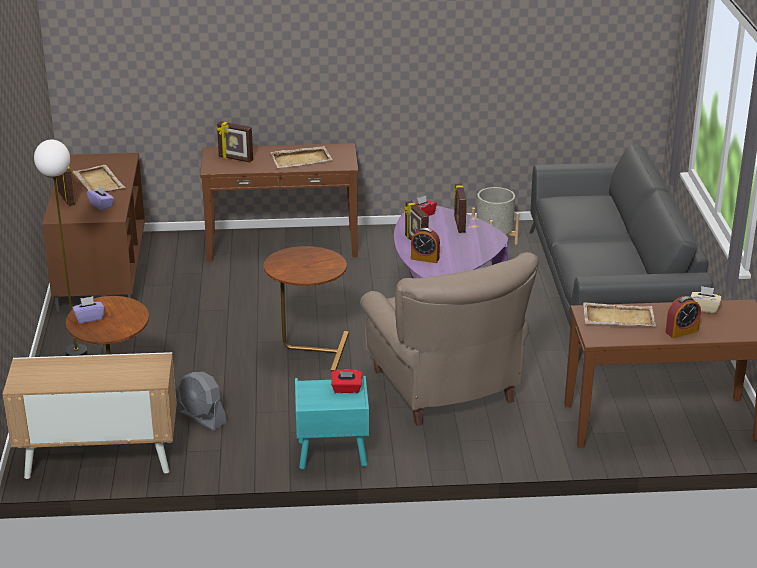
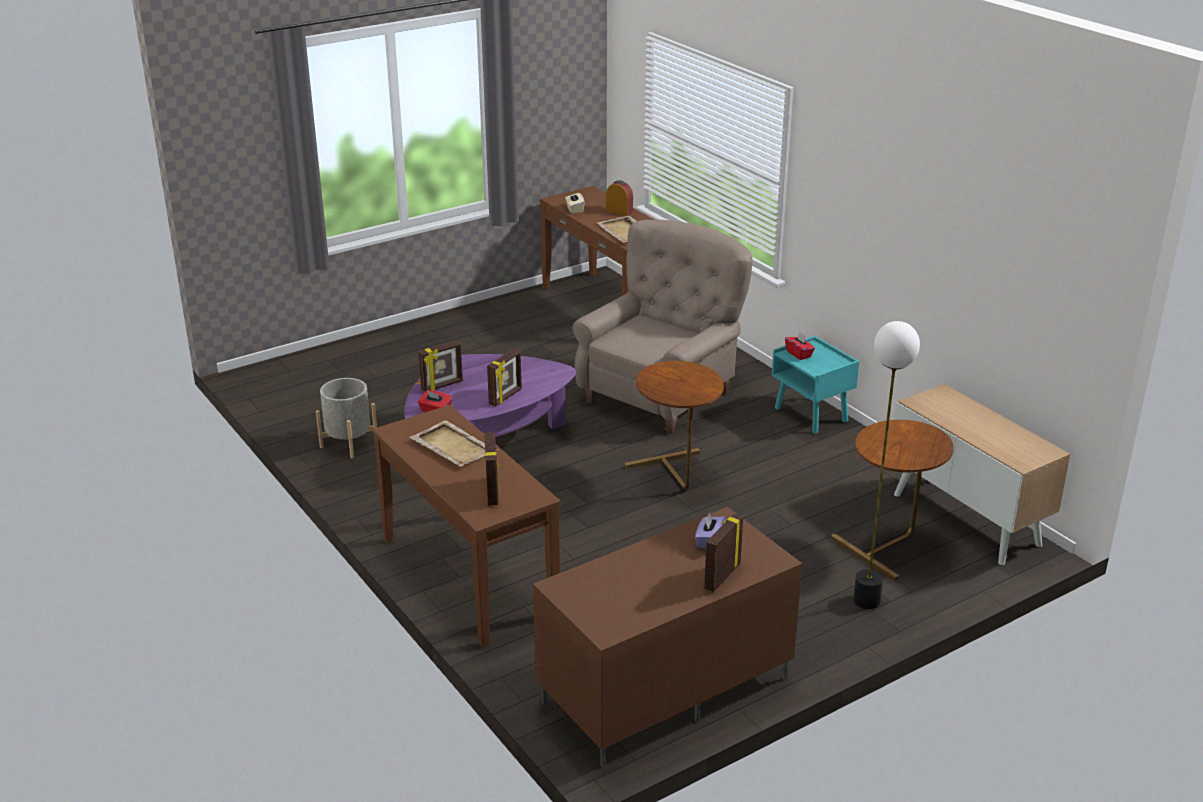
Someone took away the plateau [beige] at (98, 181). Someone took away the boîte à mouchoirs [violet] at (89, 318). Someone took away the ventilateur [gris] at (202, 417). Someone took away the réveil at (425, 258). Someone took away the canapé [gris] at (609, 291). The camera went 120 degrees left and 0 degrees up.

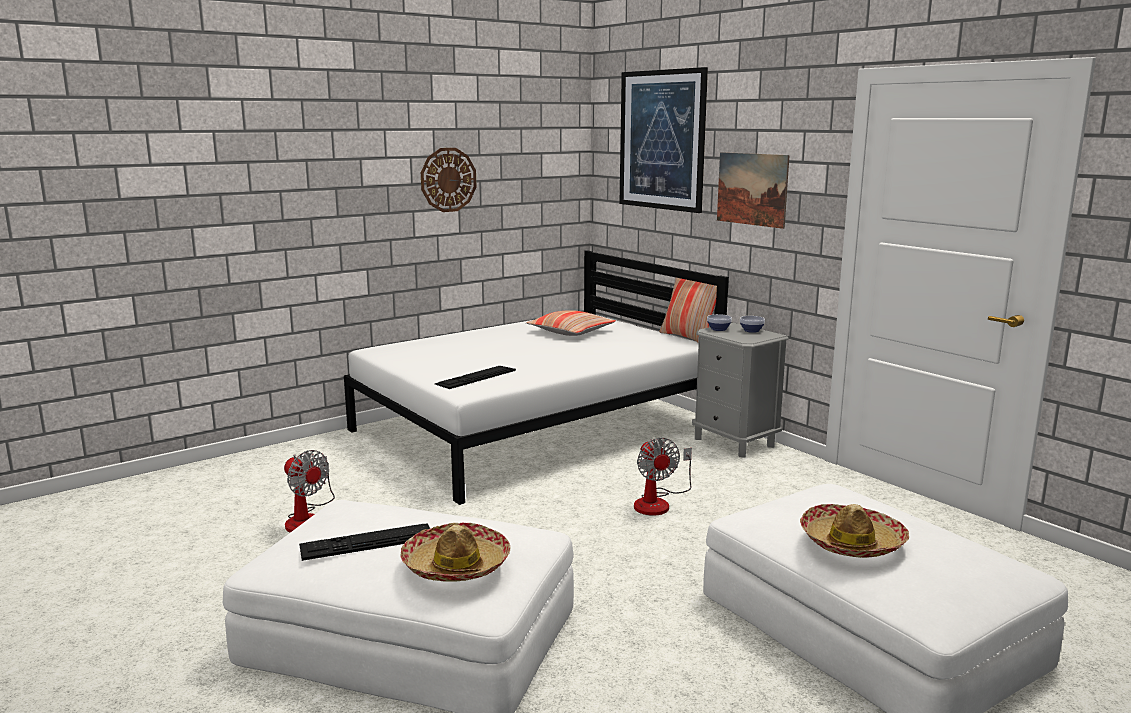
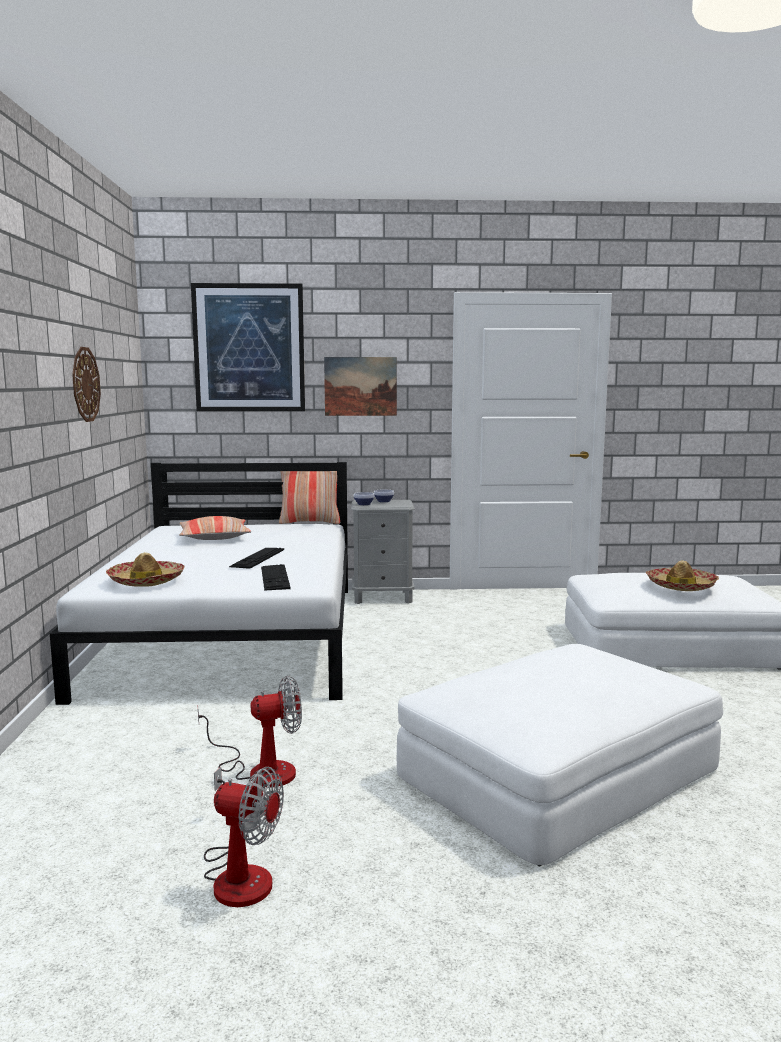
Someone carried the clavier from (367, 541) to (257, 558). Someone carried the chapeau from (456, 565) to (146, 581). Someone carried the ventilateur from (658, 502) to (239, 873). The camera went 55 degrees left and 5 degrees down.

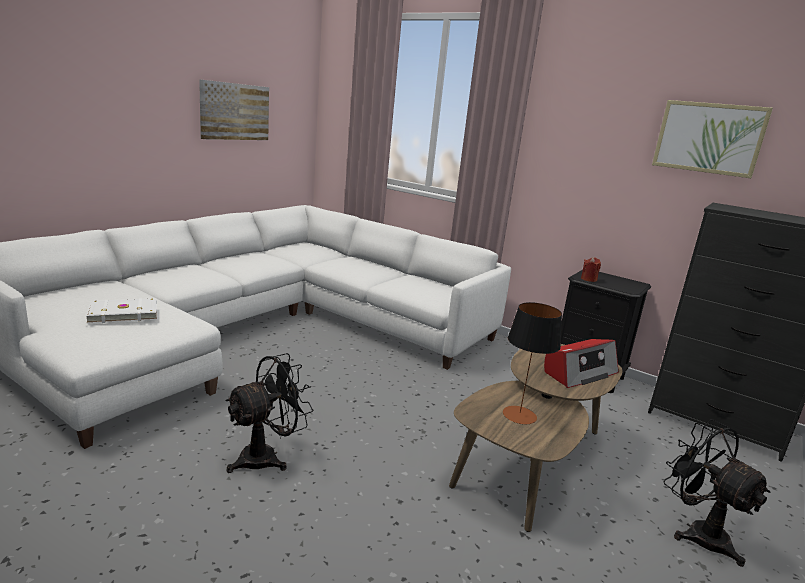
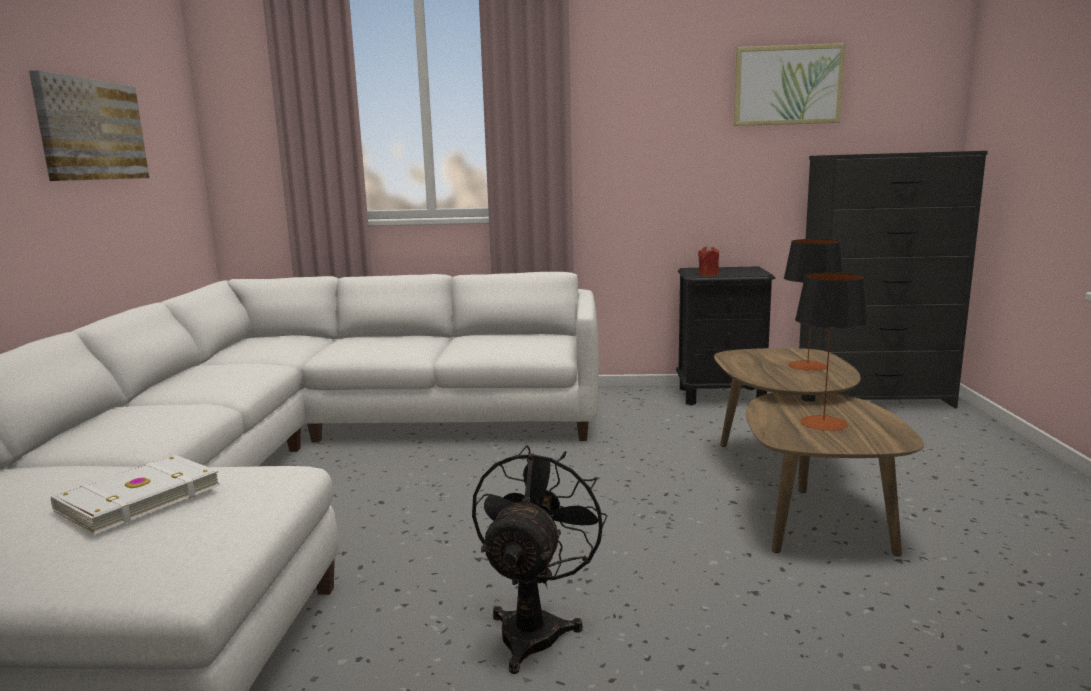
Someone took away the ventilateur [noir] at (697, 532). Someone swapped the radio at (579, 372) for the lampe de table at (807, 366). The camera went 30 degrees left and 5 degrees down.

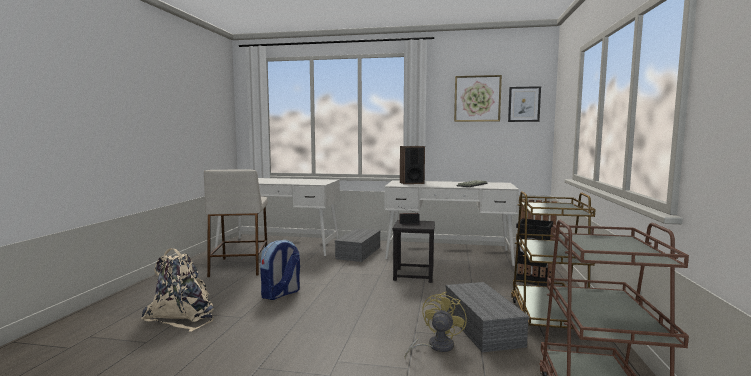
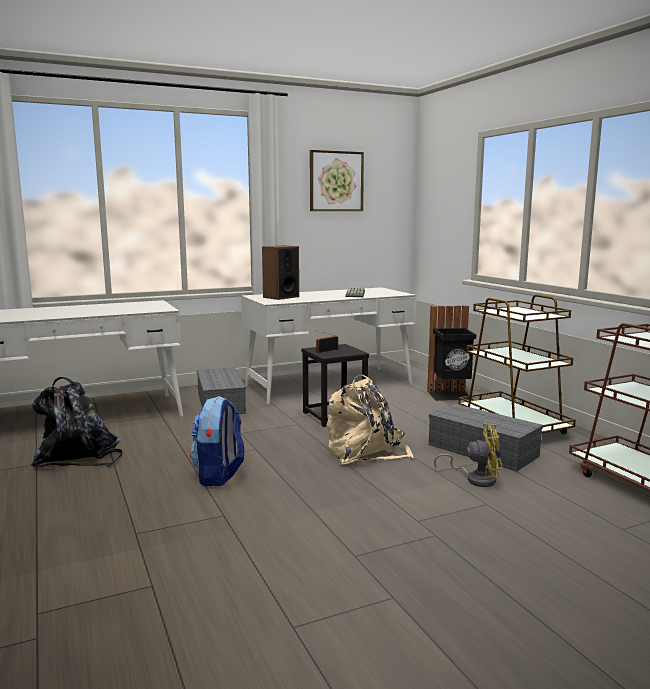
Someone took away the tableau at (524, 104). Someone carried the sac à dos [beige] from (183, 316) to (366, 452). Someone swapped the tabouret [beige] at (239, 266) for the sac à dos [noir] at (78, 456). Someone rotated the ventilateur [jaune] at (435, 347) by 105 degrees clockwise. The camera went 35 degrees left and 5 degrees up.

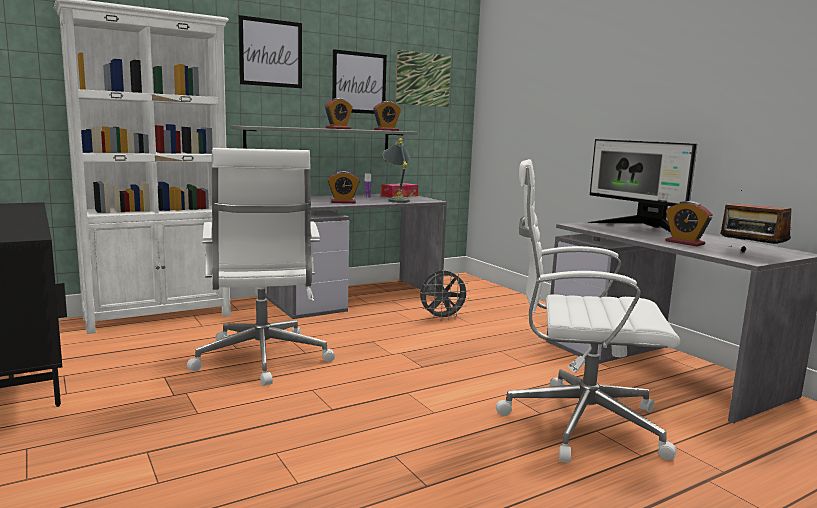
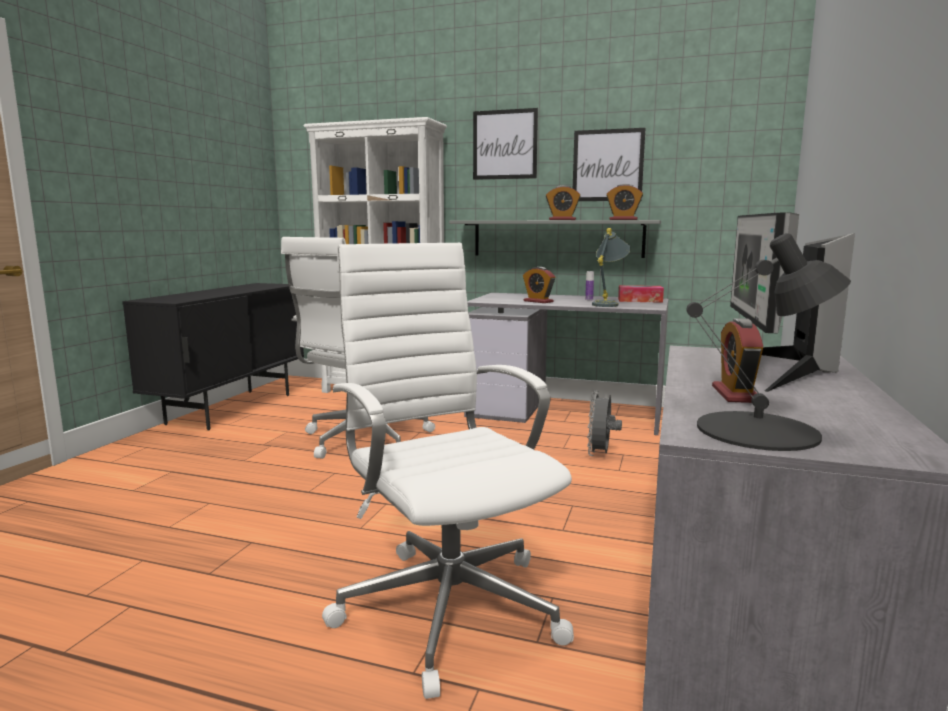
Someone took away the tableau at (423, 79). Someone swapped the radio at (750, 255) for the lampe de table [noir] at (759, 431). Someone rotated the ventilateur [gris] at (442, 318) by 75 degrees clockwise. The camera went 50 degrees right and 0 degrees up.

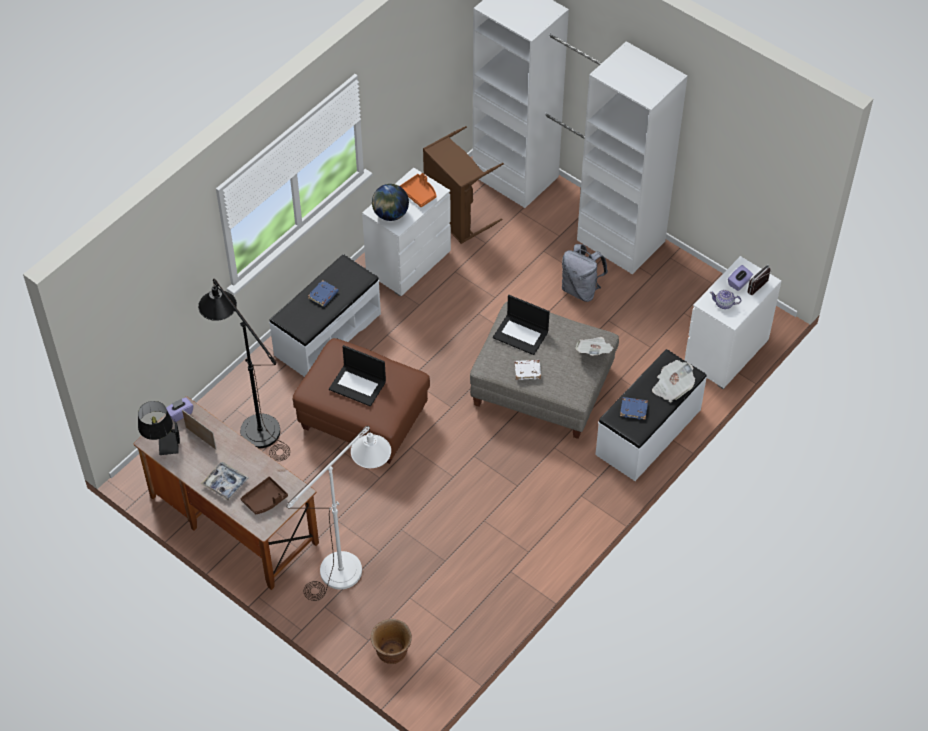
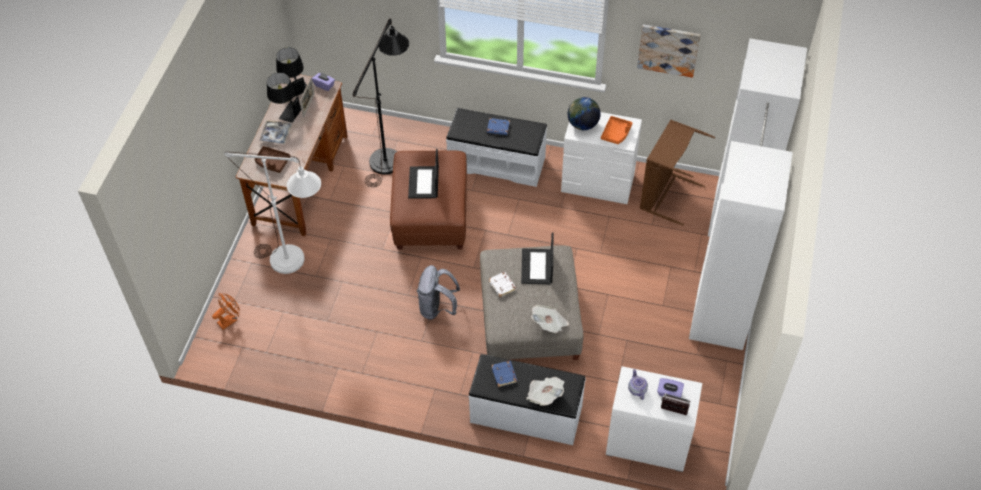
Someone put down the lampe de table [noir] at (286, 111). Someone put up the tableau at (668, 49). Someone carried the sac à dos [gris] from (581, 289) to (437, 308). Someone swapped the cache-pot [marron] at (391, 652) for the ventilateur [orange] at (229, 320). The camera went 65 degrees right and 0 degrees up.

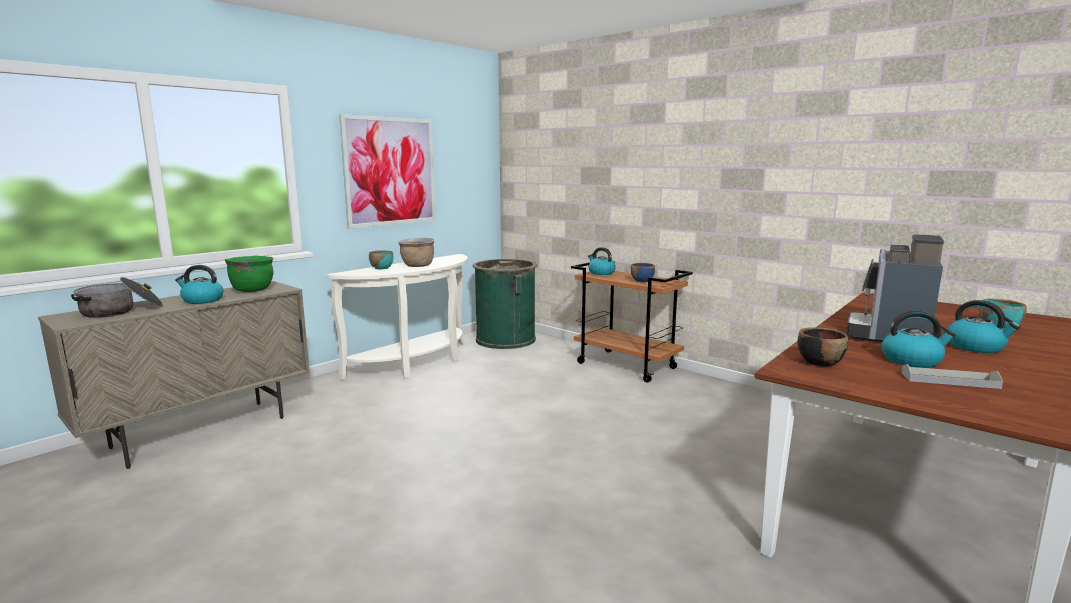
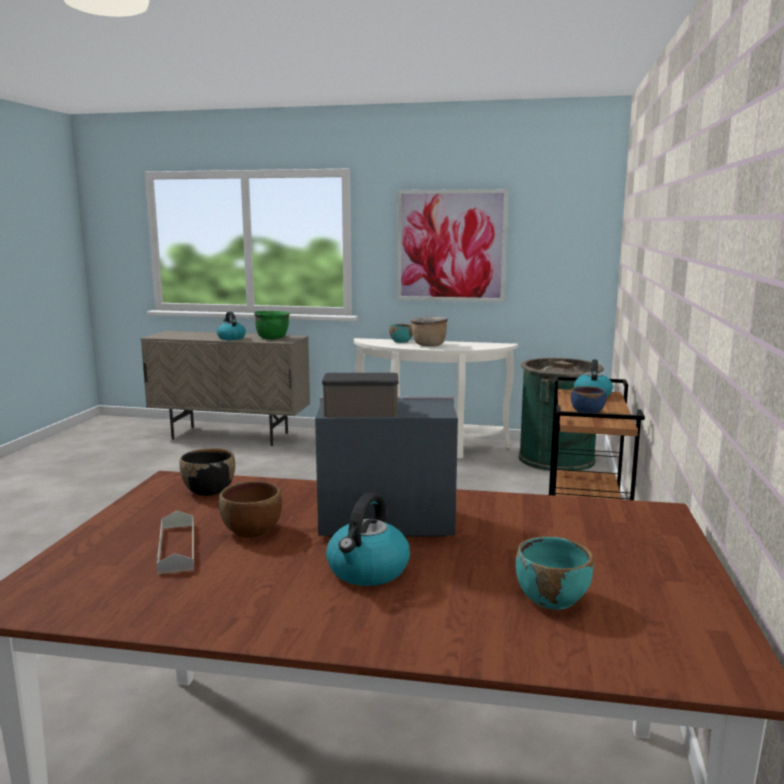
Someone took away the marmite at (121, 311). Someone swapped the bouilloire at (912, 360) for the bol [marron] at (252, 530). The camera went 60 degrees right and 0 degrees up.

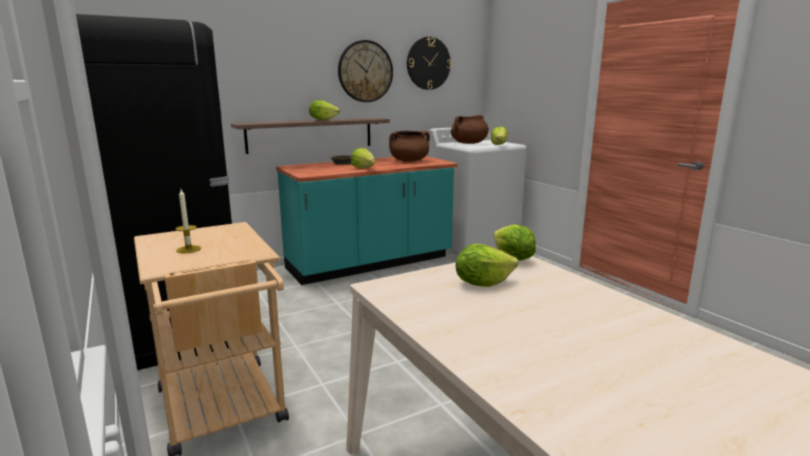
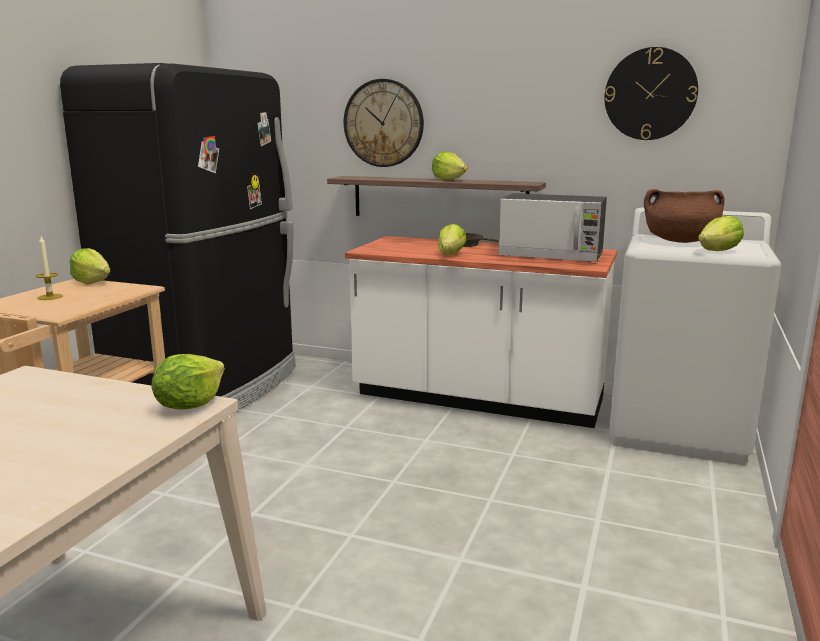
Someone carried the horloge murale from (365, 71) to (383, 123). Someone carried the laitue from (482, 283) to (92, 282). Someone swapped the marmite [marron] at (409, 161) for the micro-ondes at (551, 255). Someone repainted the comptoir de cuisine [turquoise] at (370, 263), which became the comptoir de cuisine [blanc] at (477, 399). The camera went 50 degrees right and 0 degrees up.

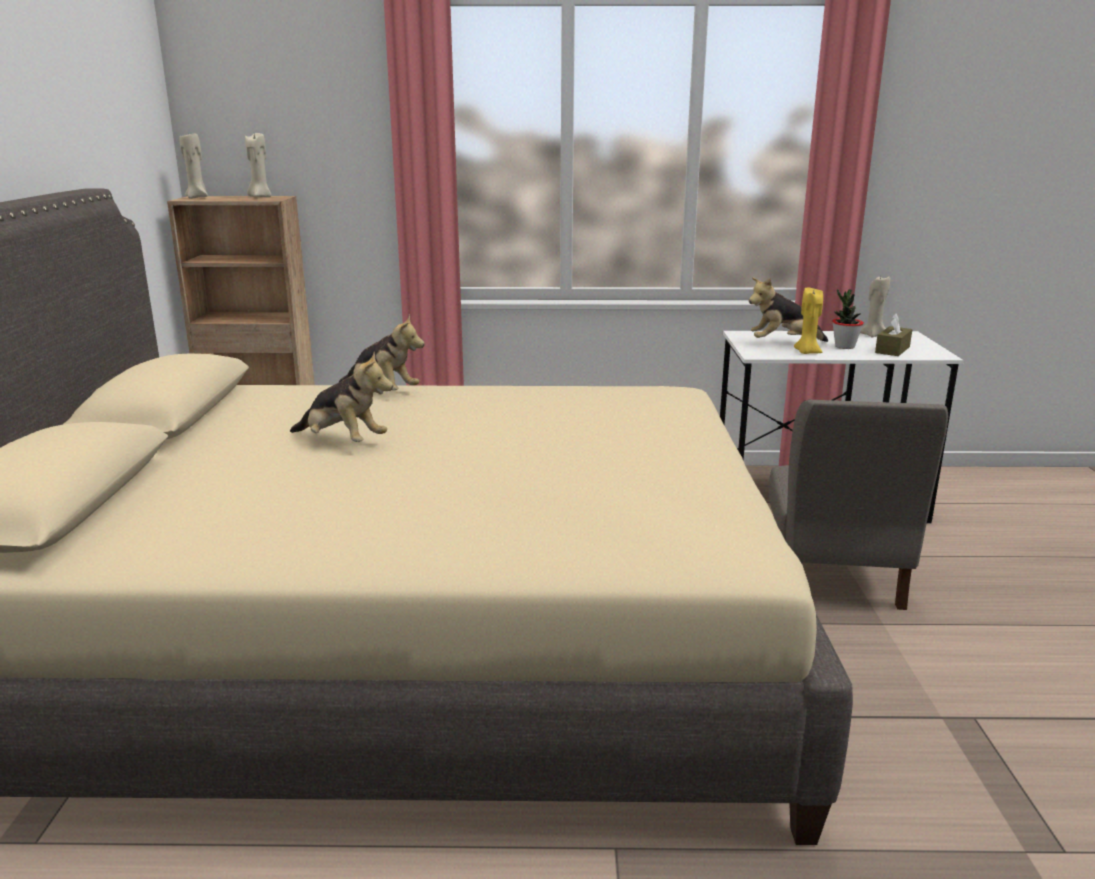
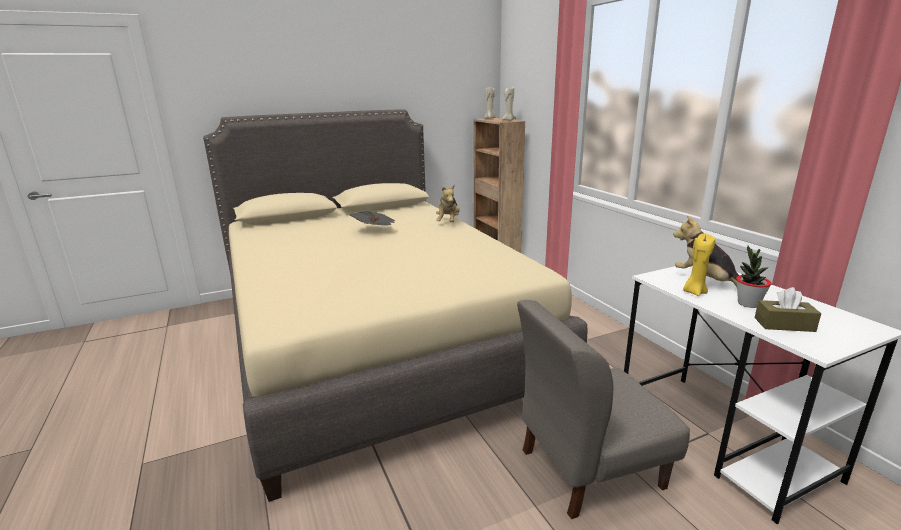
Someone took away the bougie [beige] at (873, 335). Someone swapped the peluche at (342, 441) for the journal at (375, 231). The camera went 65 degrees right and 0 degrees up.

